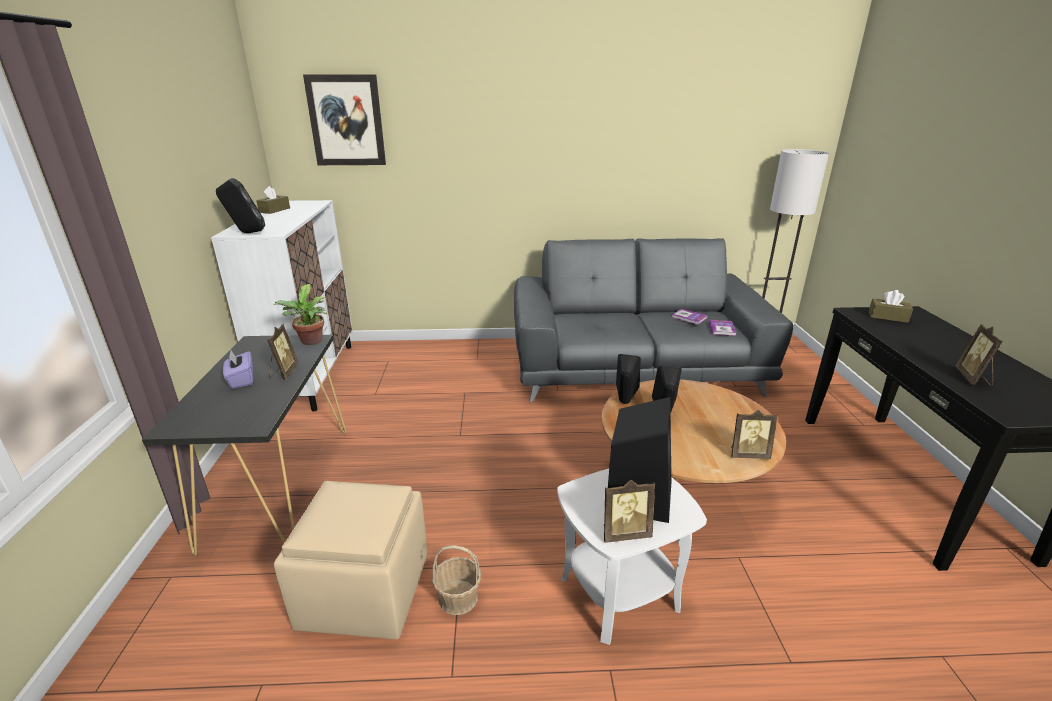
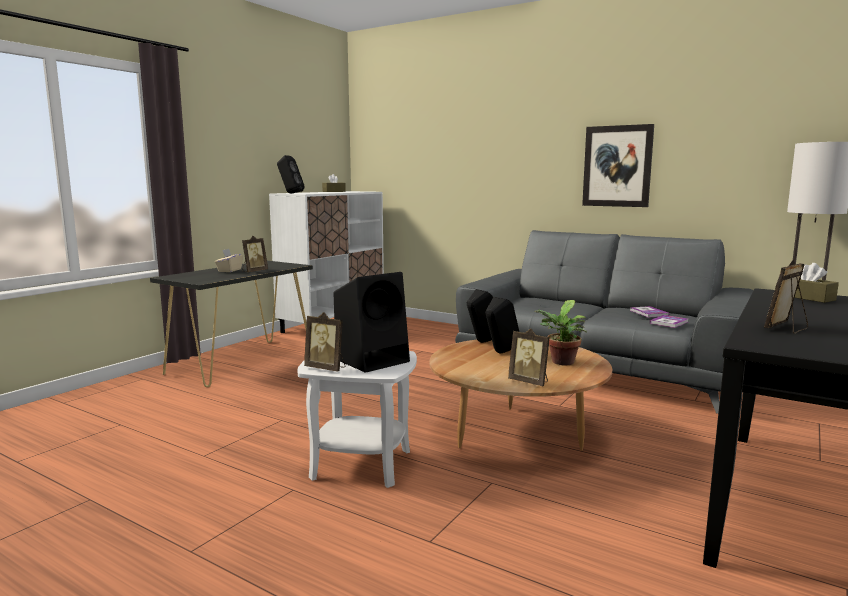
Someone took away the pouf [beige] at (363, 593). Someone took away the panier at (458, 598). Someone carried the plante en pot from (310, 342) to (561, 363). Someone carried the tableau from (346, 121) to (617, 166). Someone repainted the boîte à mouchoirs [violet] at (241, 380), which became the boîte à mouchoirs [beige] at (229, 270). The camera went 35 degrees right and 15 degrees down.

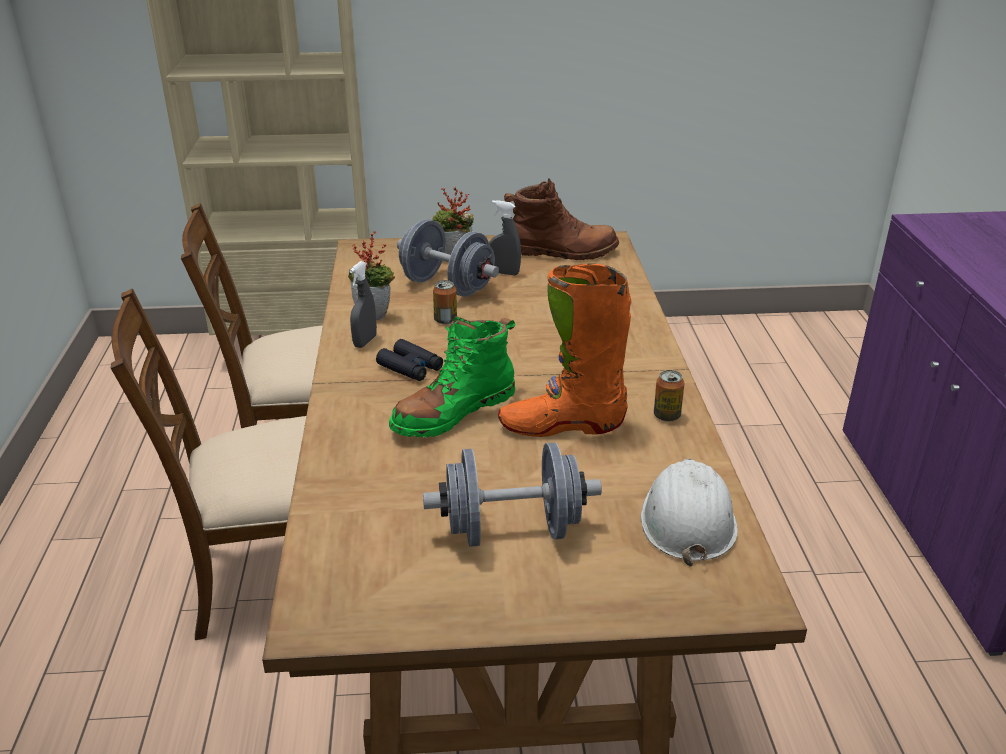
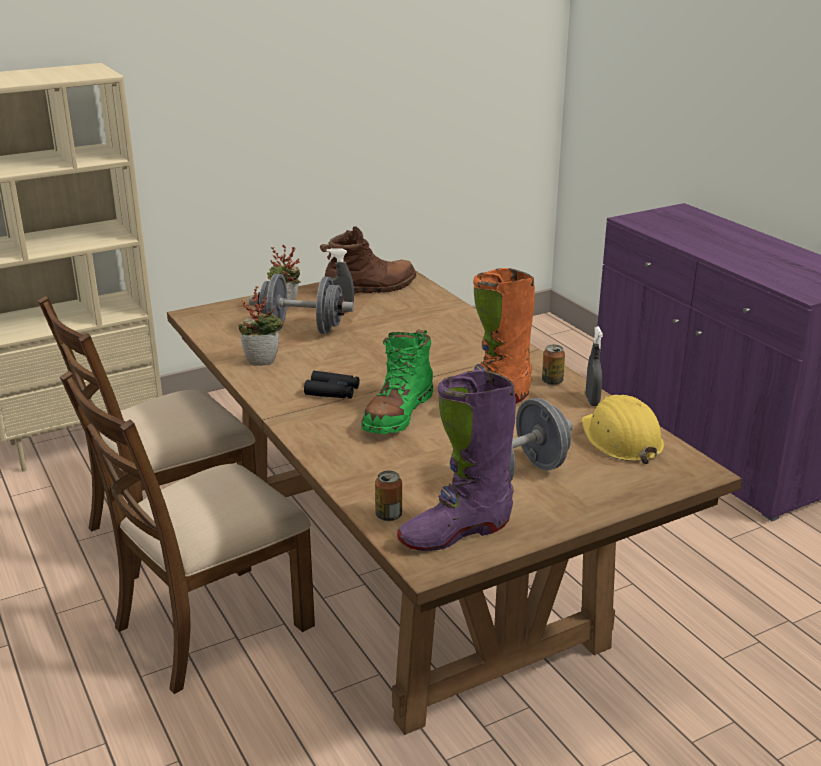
Someone put down the botte [violet] at (455, 533). Someone carried the vaporisateur [gris] from (365, 341) to (592, 401). Someone carried the boîte métallique from (445, 320) to (388, 515). Someone repainted the casque de chantier [blanc] at (687, 519), which became the casque de chantier [jaune] at (621, 439). The camera went 25 degrees left and 5 degrees down.

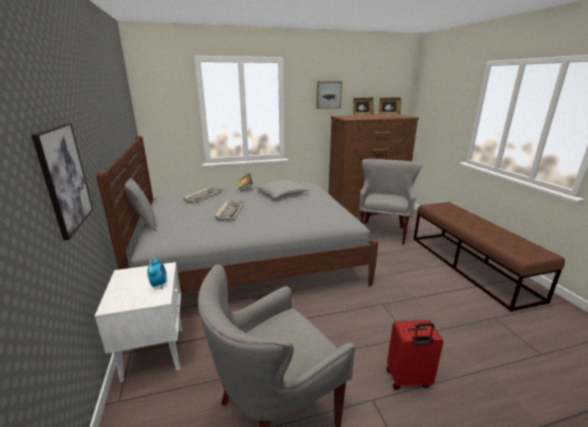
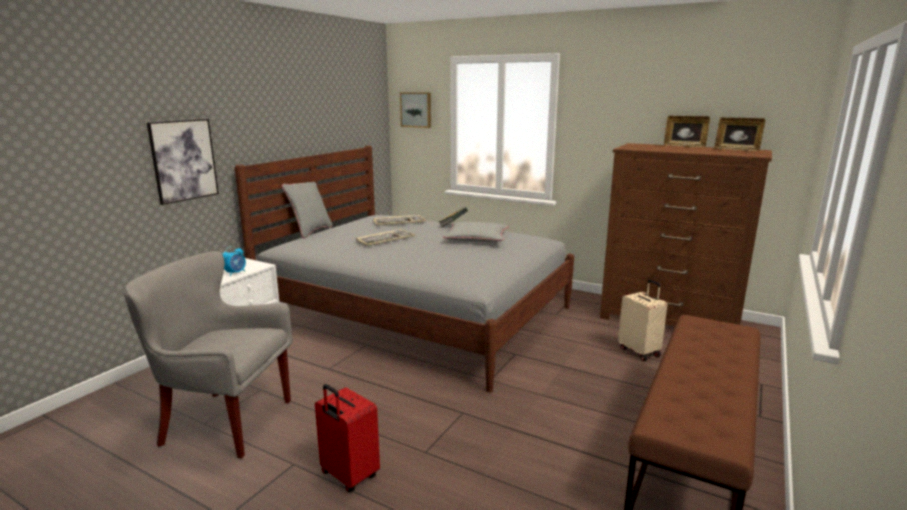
Someone carried the tableau from (328, 95) to (416, 109). Someone swapped the fauteuil [gris] at (383, 232) for the valise [beige] at (639, 351). The camera went 45 degrees right and 5 degrees down.

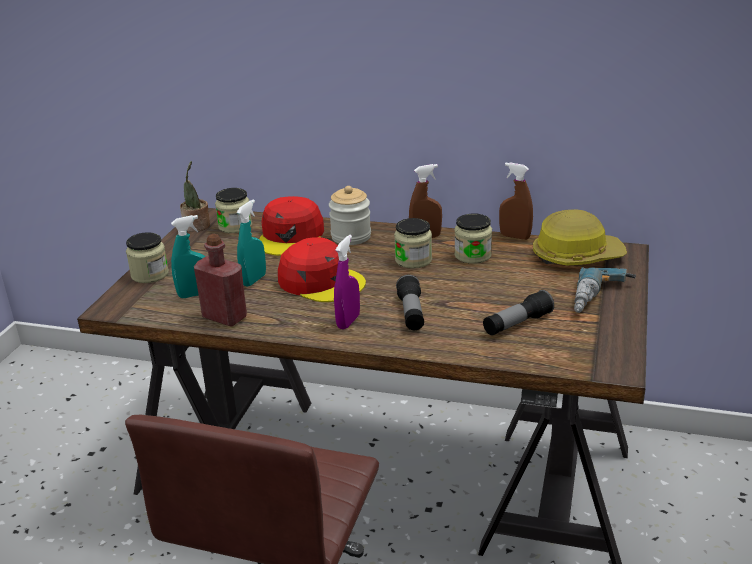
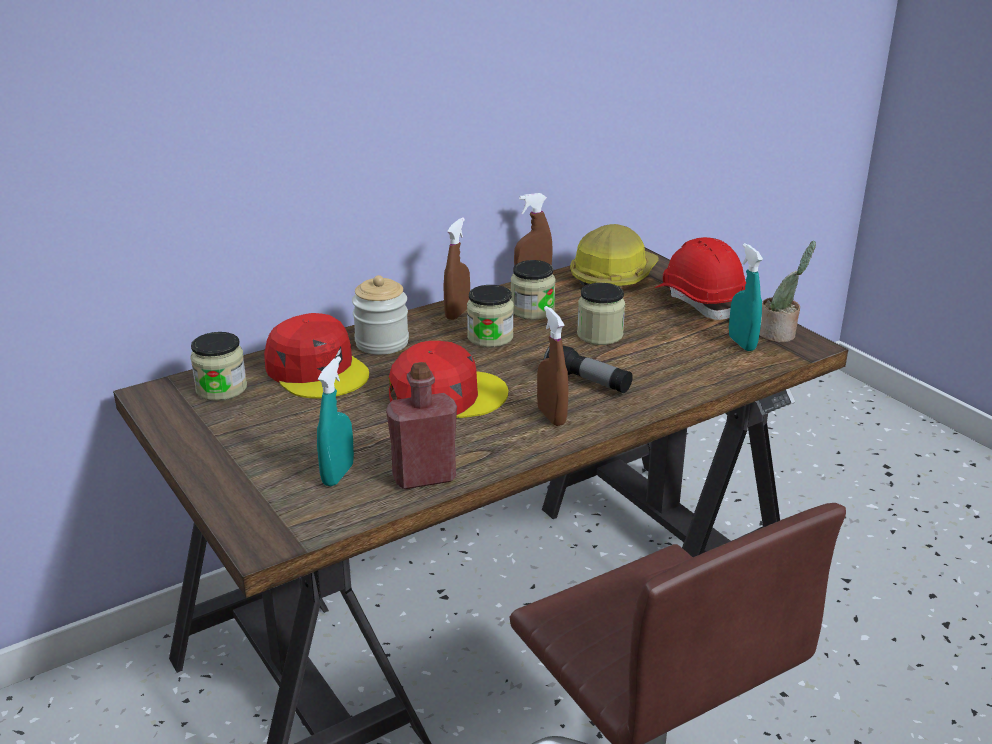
Someone took away the lampe de poche at (517, 324). Someone carried the bocal from (150, 274) to (600, 335). Someone carried the plante en pot from (197, 227) to (779, 334). Someone carried the vaporisateur [turquoise] from (254, 280) to (742, 343). Someone swapped the perceuse at (602, 300) for the casque de chantier [rouge] at (699, 301). Someone repainted the vaporisateur [violet] at (348, 321), which became the vaporisateur [marron] at (551, 416). The camera went 50 degrees left and 0 degrees up.

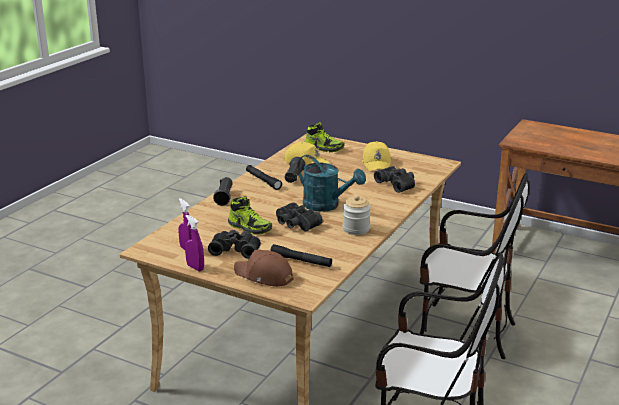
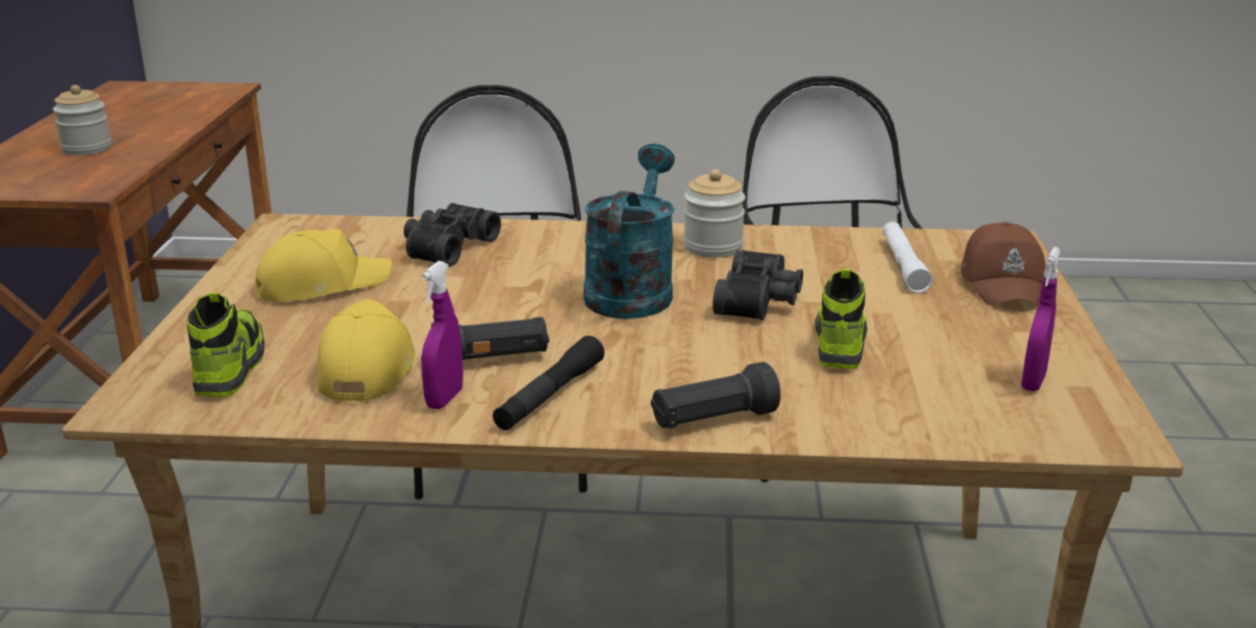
Someone took away the jumelles [noir] at (236, 249). Someone put down the bocal at (87, 149). Someone carried the vaporisateur [violet] from (195, 267) to (444, 399). Someone repainted the lampe de poche [noir] at (301, 261), which became the lampe de poche [blanc] at (903, 265). The camera went 115 degrees left and 0 degrees up.

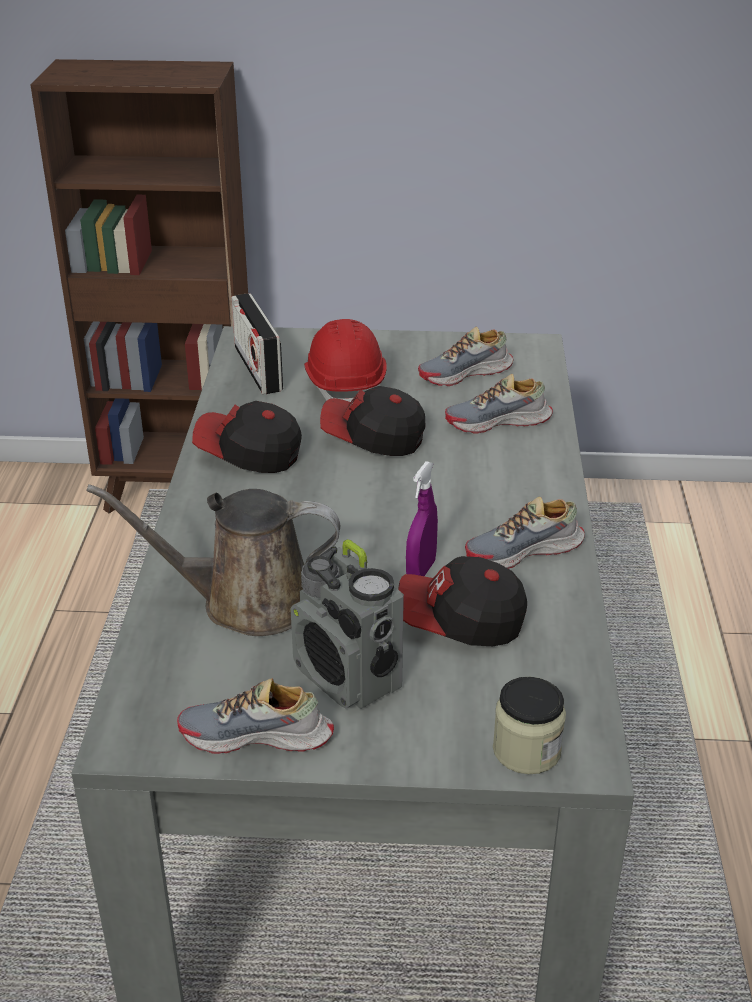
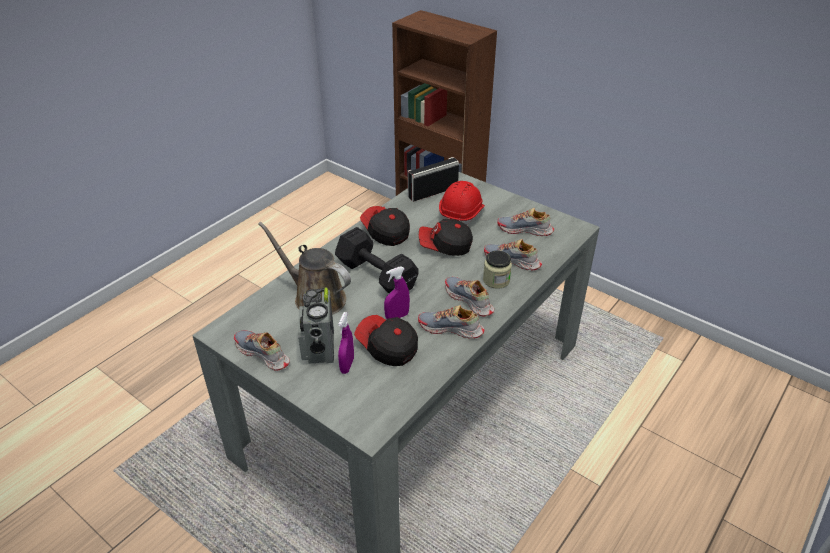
Someone put down the haltère [noir] at (375, 274). Someone put down the vaporisateur [violet] at (347, 365). Someone put down the chaussure at (469, 300). Someone carried the bocal from (526, 750) to (496, 280). Someone rotated the radio at (258, 369) by 45 degrees clockwise. Someone rotated the casquette at (373, 439) by 45 degrees counterclockwise. The camera went 35 degrees right and 5 degrees up.

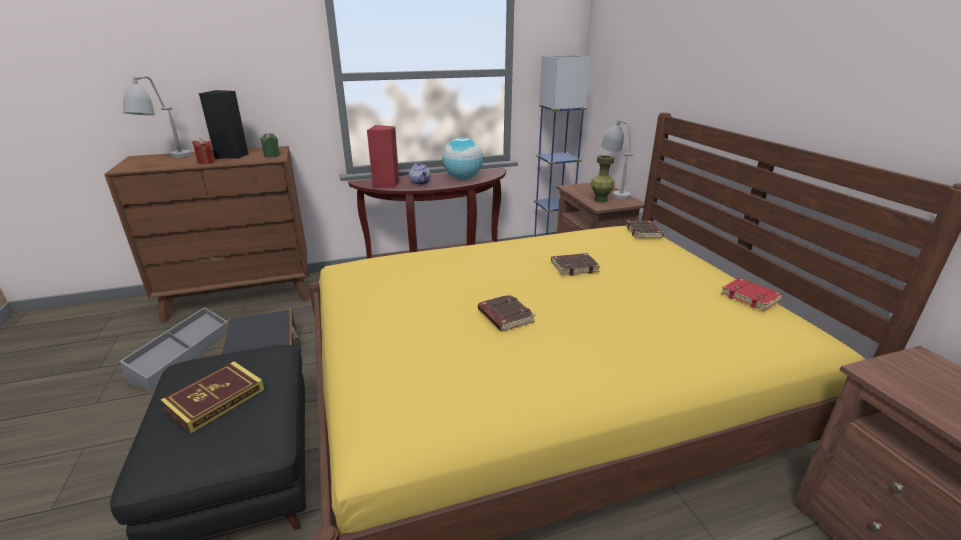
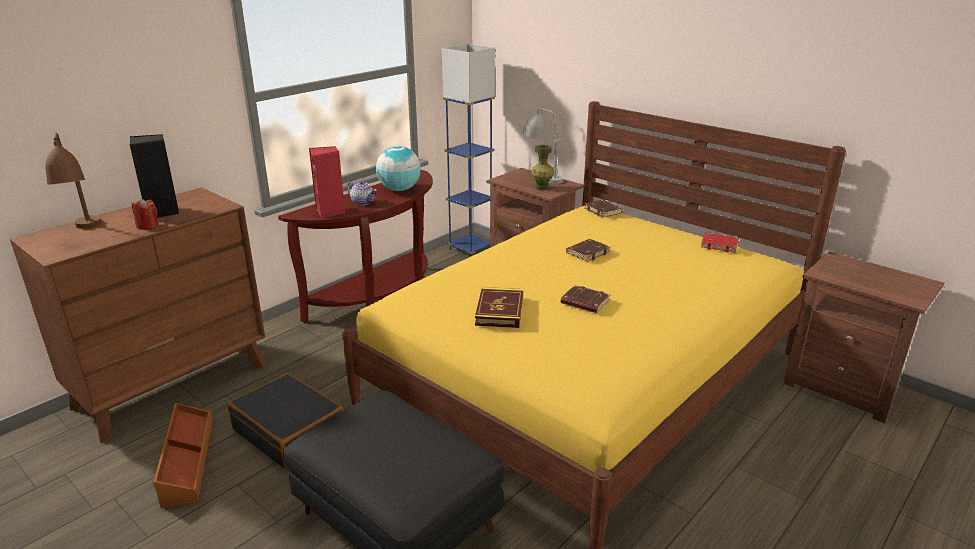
Someone took away the bougie [vert] at (272, 155). Someone carried the livre from (215, 399) to (499, 311). Someone repainted the boîte de rangement [gris] at (182, 355), which became the boîte de rangement [marron] at (187, 462). Someone repainted the lampe de table [gris] at (166, 160), which became the lampe de table [marron] at (85, 234). The camera went 30 degrees left and 0 degrees up.

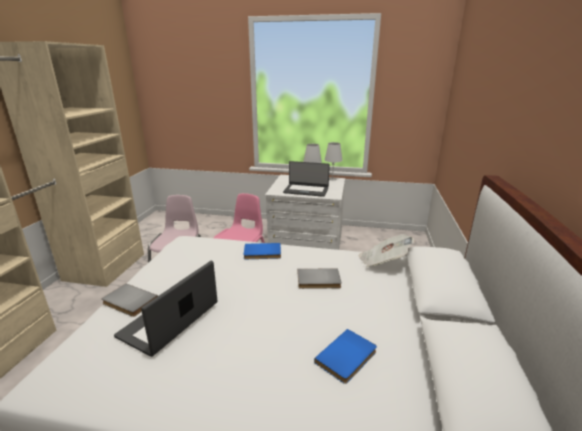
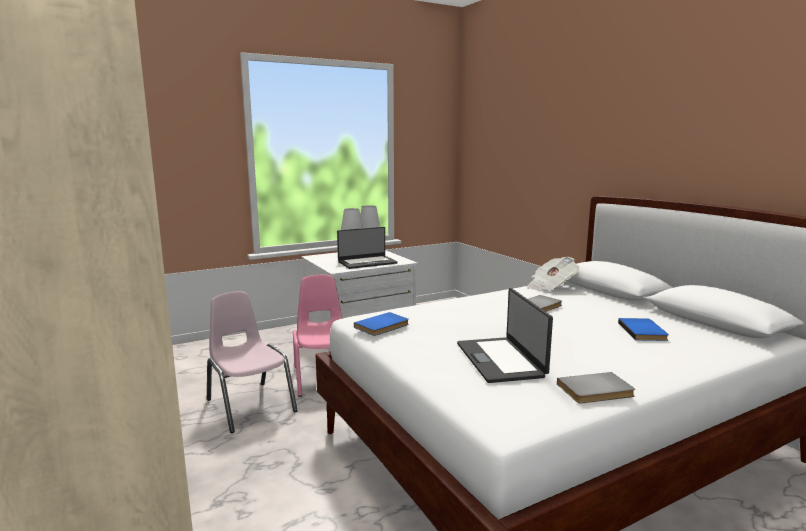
Someone carried the livre [gris] from (128, 302) to (596, 391). Someone carried the livre [bleu] from (262, 253) to (383, 326). The camera went 40 degrees left and 10 degrees down.

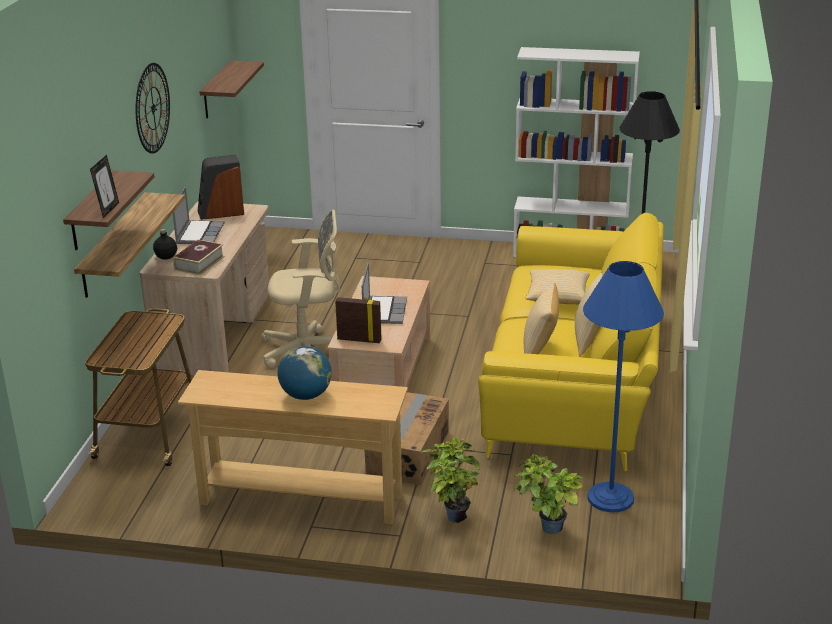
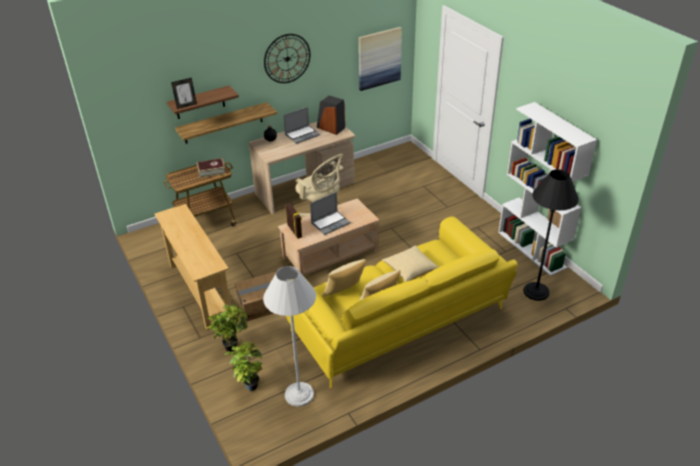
Someone took away the globe at (306, 395). Someone carried the livre from (199, 263) to (211, 171). Someone swapped the étagère at (216, 90) for the tableau at (379, 58). Someone repainted the lampadaire [bleu] at (610, 498), which became the lampadaire [blanc] at (299, 394). The camera went 50 degrees right and 10 degrees up.

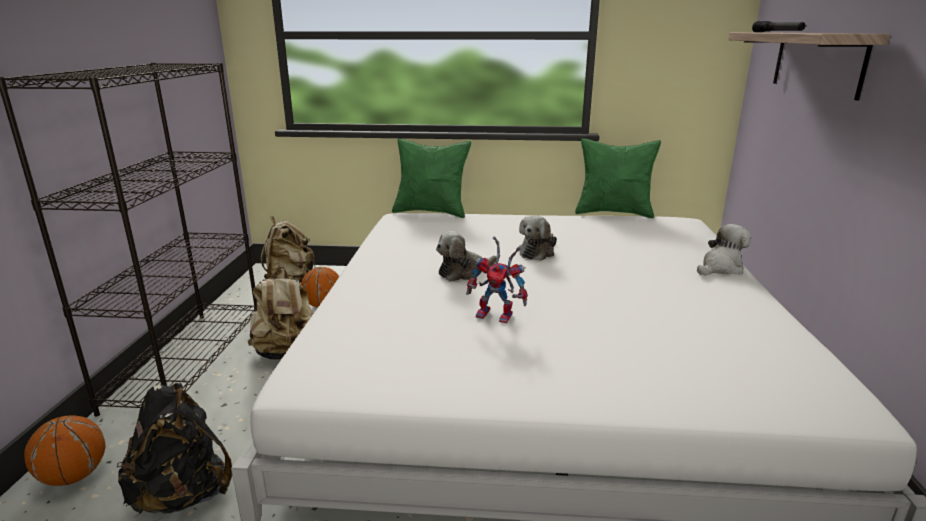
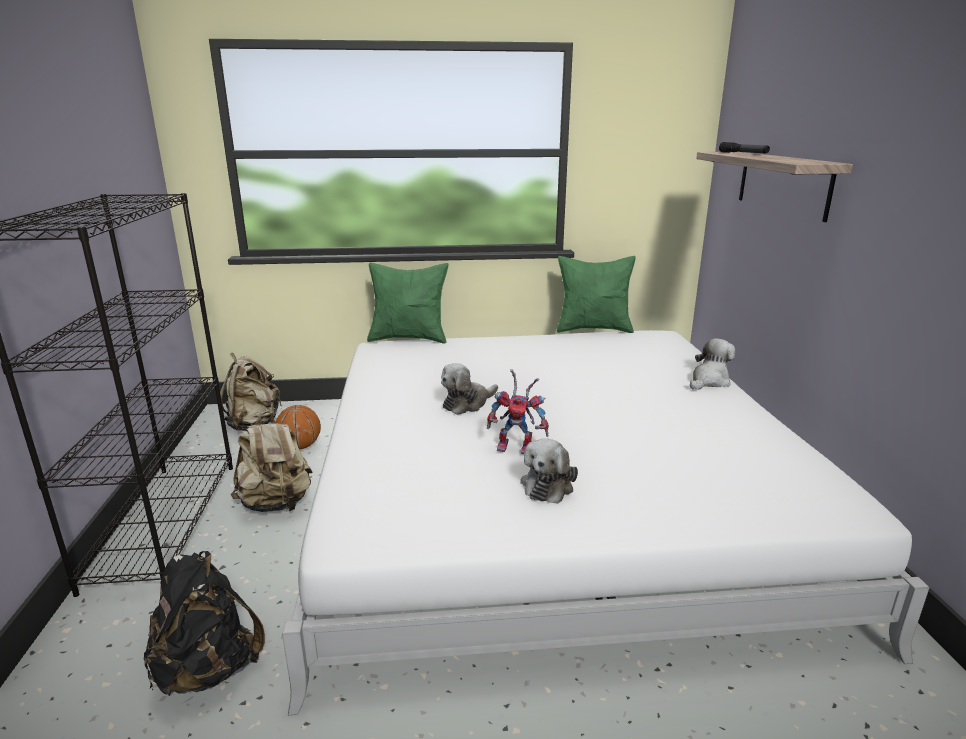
Someone took away the ballon de basket at (74, 476). Someone carried the peluche from (537, 252) to (548, 484). The camera went 10 degrees left and 0 degrees up.

